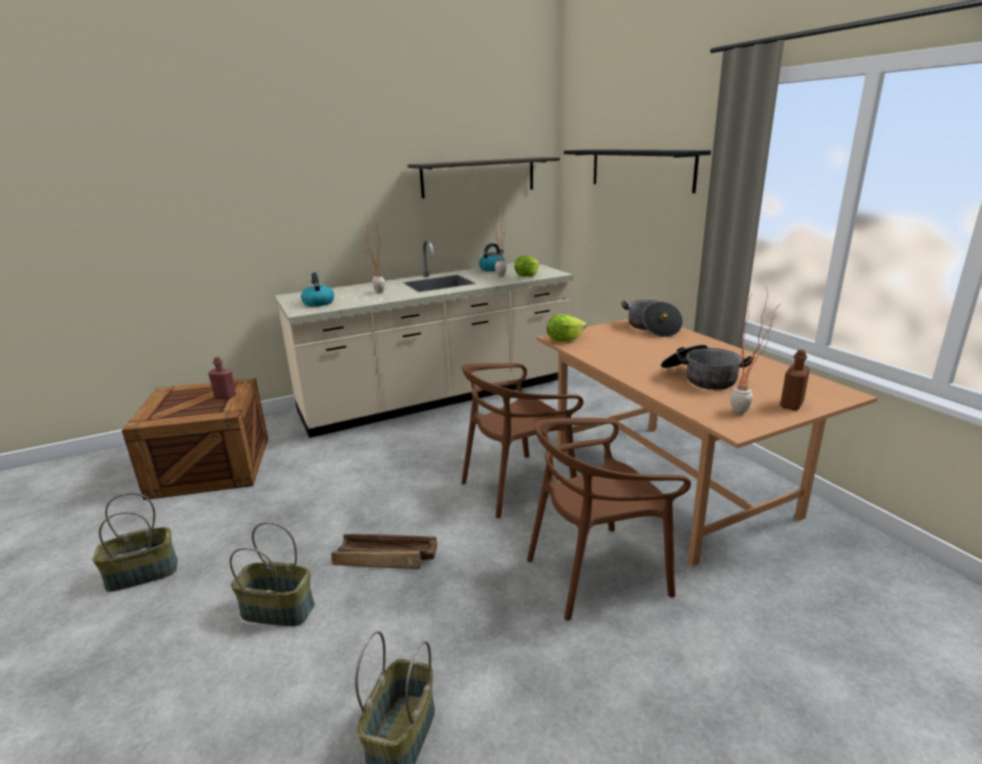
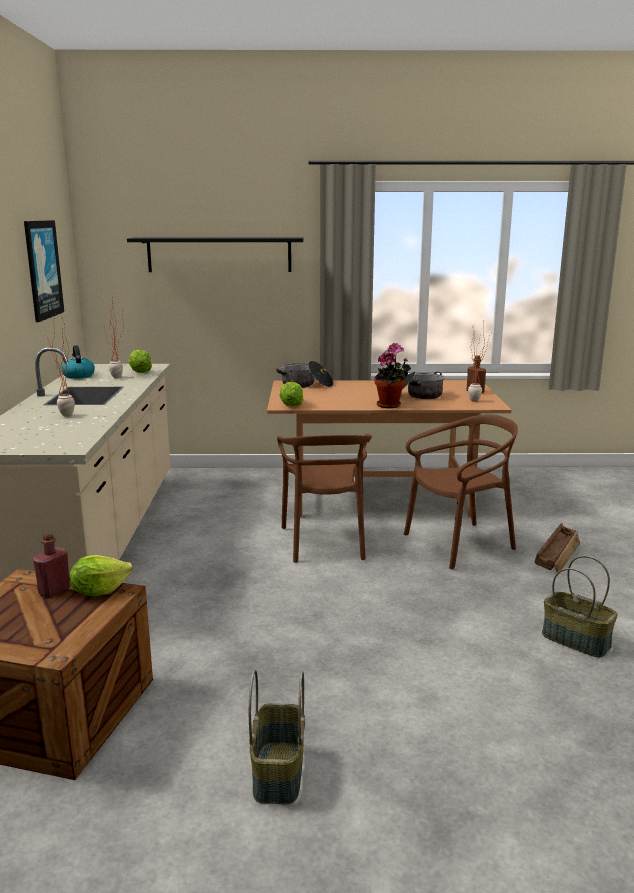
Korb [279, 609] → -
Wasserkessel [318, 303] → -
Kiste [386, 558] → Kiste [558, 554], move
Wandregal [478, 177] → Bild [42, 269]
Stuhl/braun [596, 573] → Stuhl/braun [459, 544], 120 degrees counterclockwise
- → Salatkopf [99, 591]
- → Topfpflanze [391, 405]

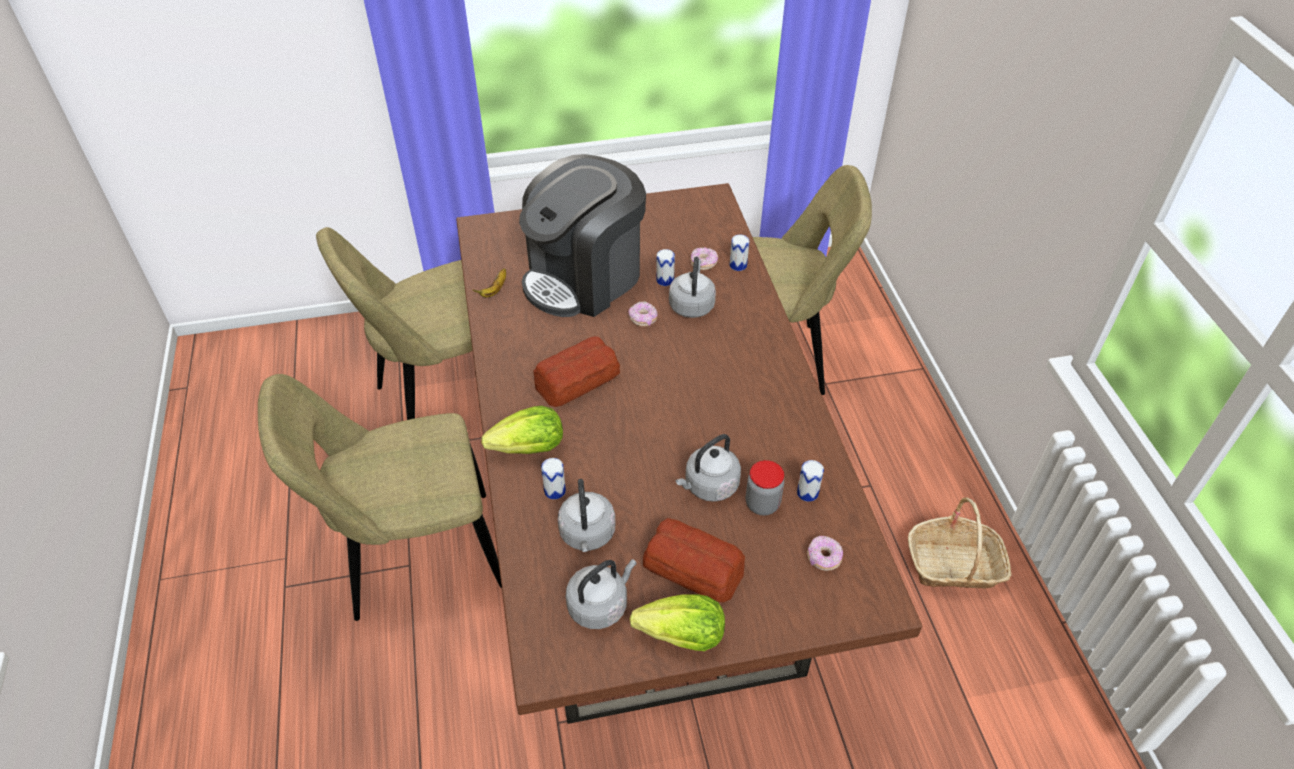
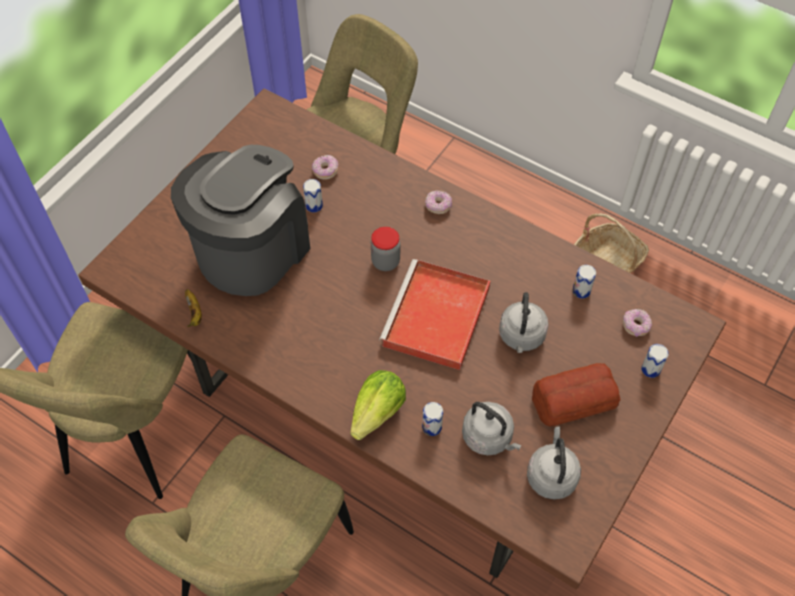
Kaffeemaschine [584, 277] → Kaffeemaschine [252, 249], 150 degrees counterclockwise
Brot [578, 379] → -
Donut [643, 319] → Donut [438, 206], move
Salatkopf [682, 636] → -
Wasserkessel/grau [692, 304] → -
Dose [738, 265] → Dose [650, 369], move
Vorratsglas [762, 504] → Vorratsglas [385, 261], move
- → Tablett/rot [436, 319]

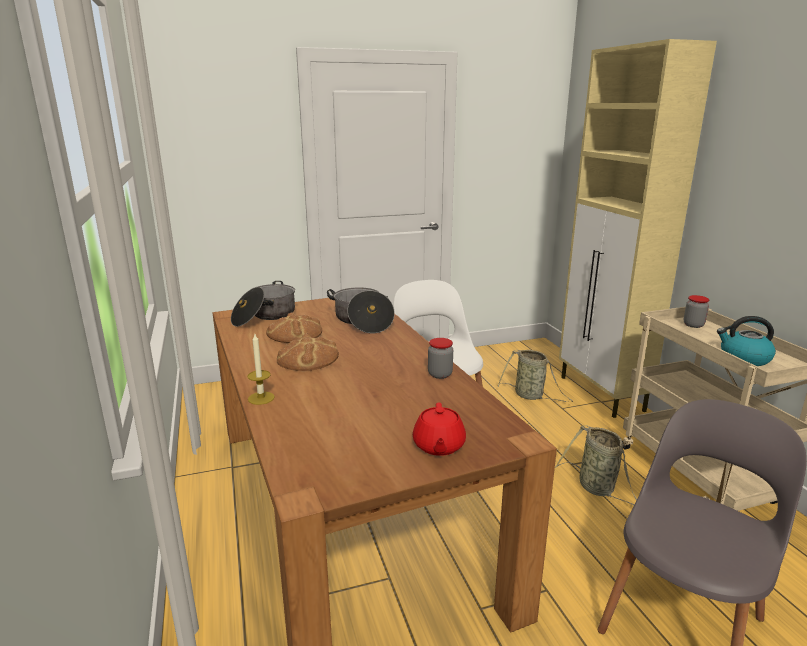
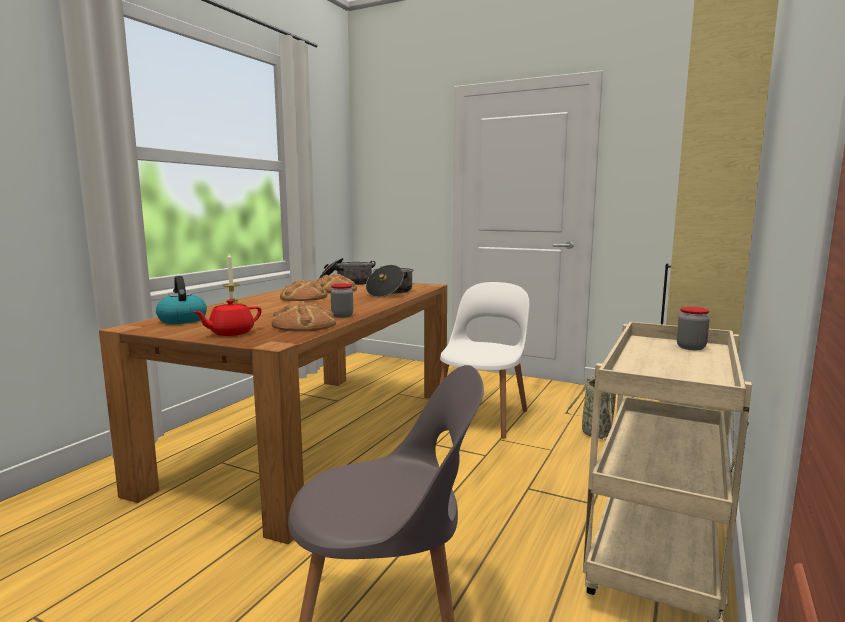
Korb [598, 489] → -
Wasserkessel [744, 358] → Wasserkessel [182, 320], move
- → Brot [304, 325]

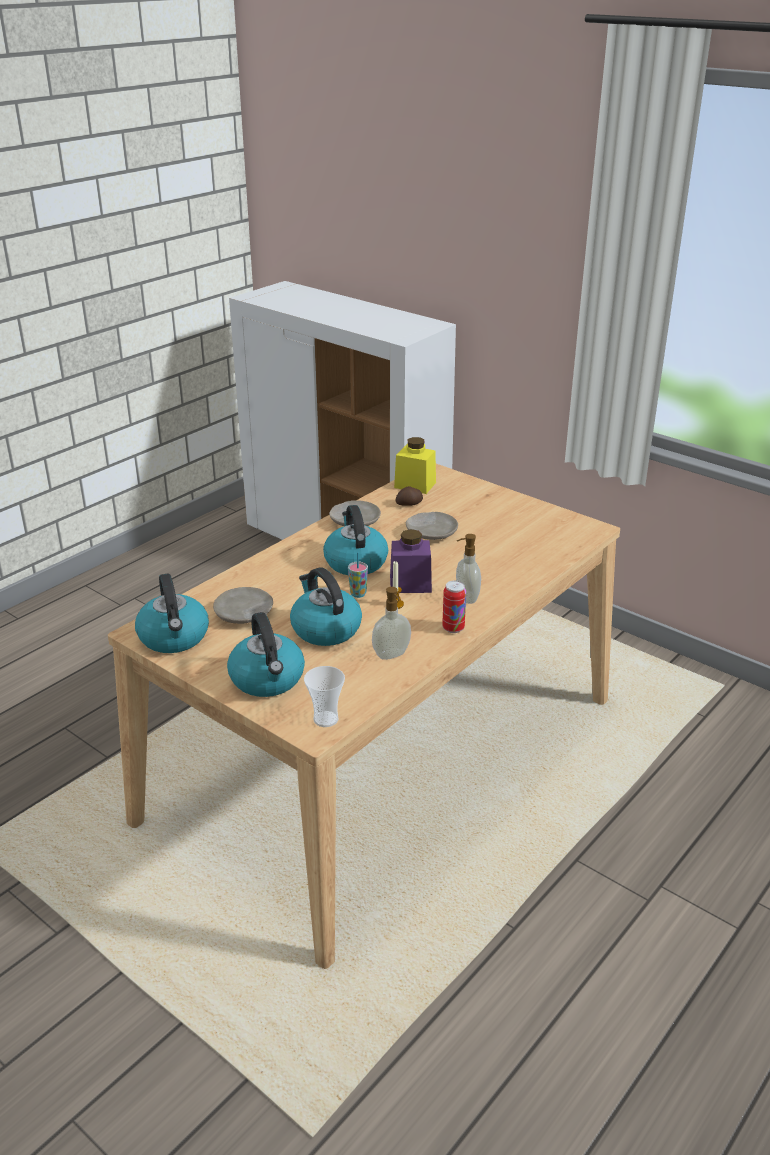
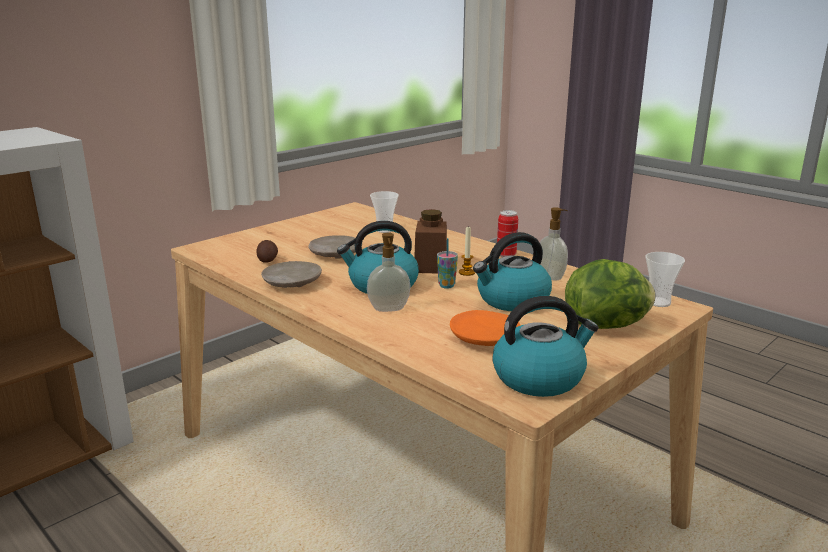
Teller/beige [244, 614] → Teller/orange [485, 338]
Wasserkessel [268, 679] → Salatkopf [607, 325]
Vorratsglas/lila [410, 584] → Vorratsglas/braun [430, 266]
Vorratsglas/gelb [415, 485] → -
Seifenspender [466, 598] → Seifenspender [389, 309], move
- → Tasse [384, 230]

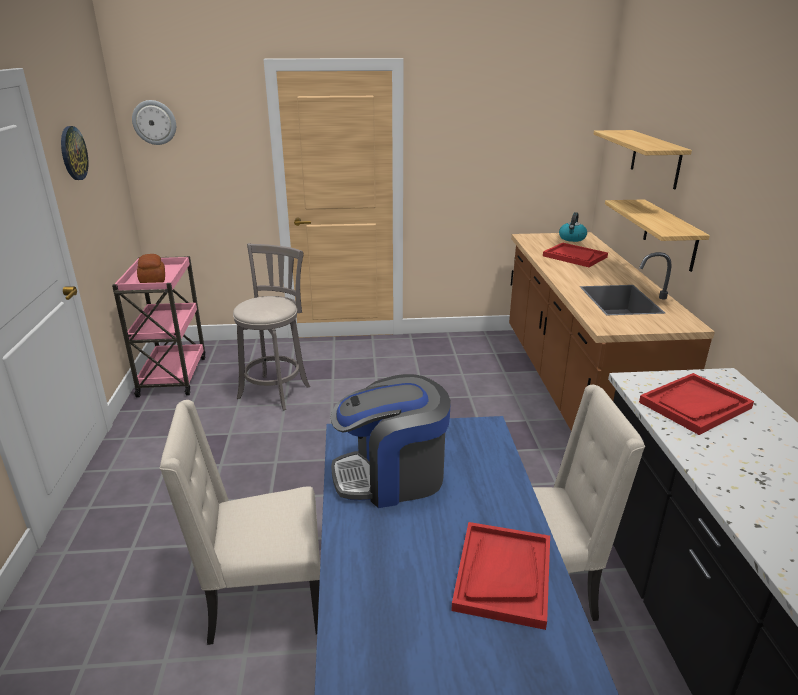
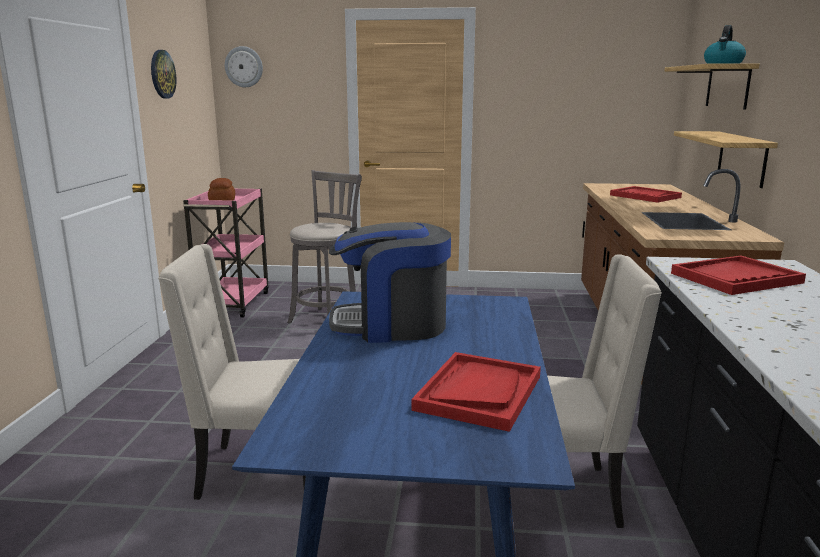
Wasserkessel [572, 238] → Wasserkessel [723, 63], move

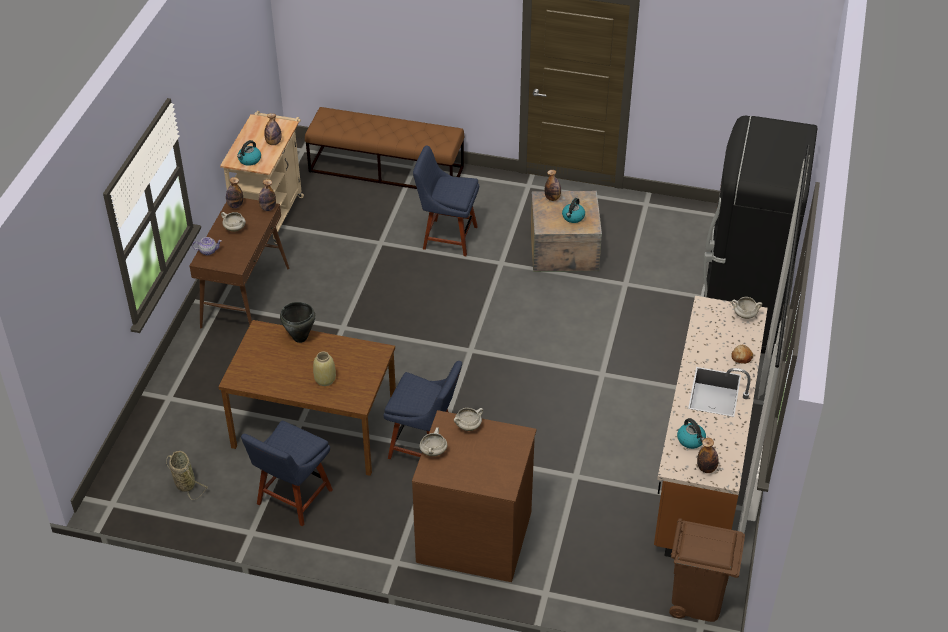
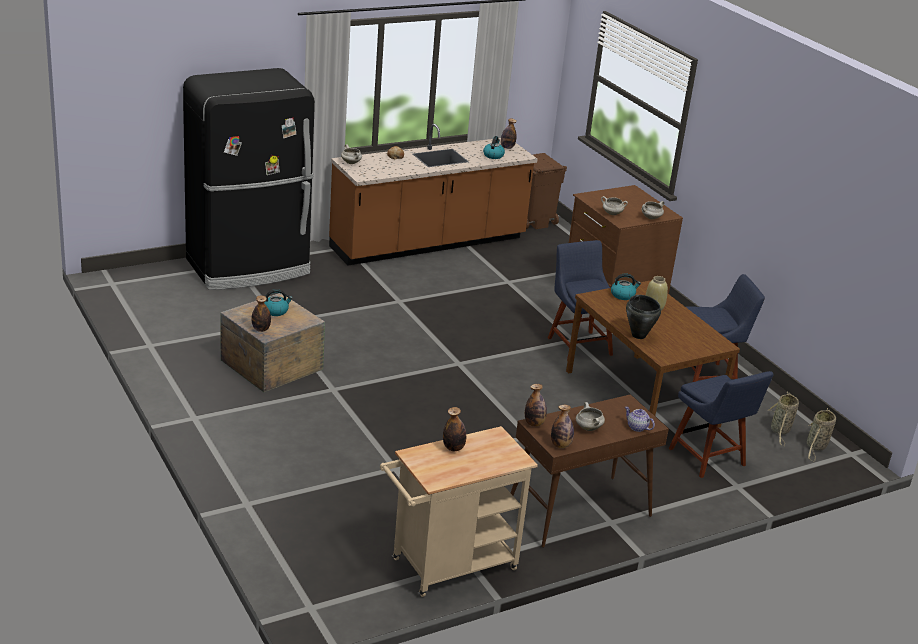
Wasserkessel [249, 160] → Wasserkessel [623, 295], move
Bank/braun [386, 169] → -
Stuhl/blau [447, 237] → Stuhl/blau [709, 459], move
- → Korb [816, 447]

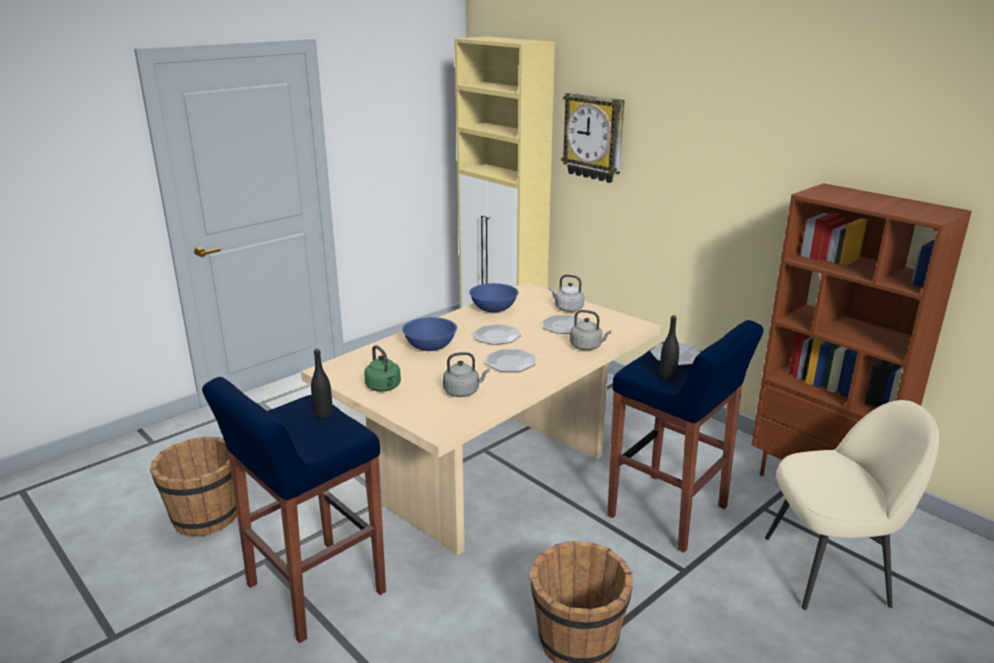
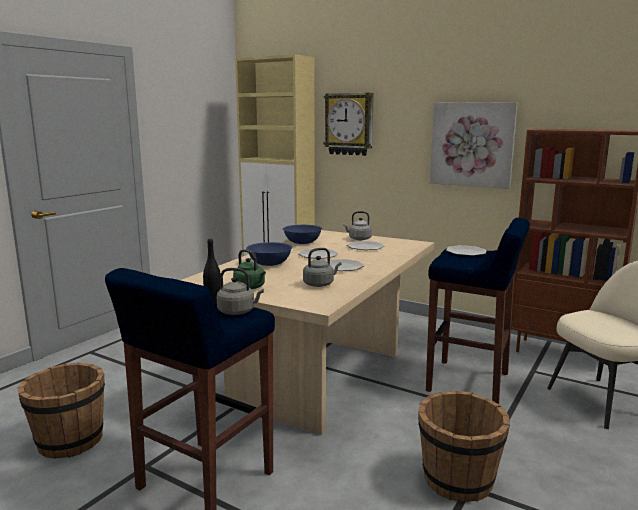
Wasserkessel/grau [587, 346] → Wasserkessel/grau [238, 311], move
Flasche/schwarz [667, 376] → -
- → Bild [472, 144]

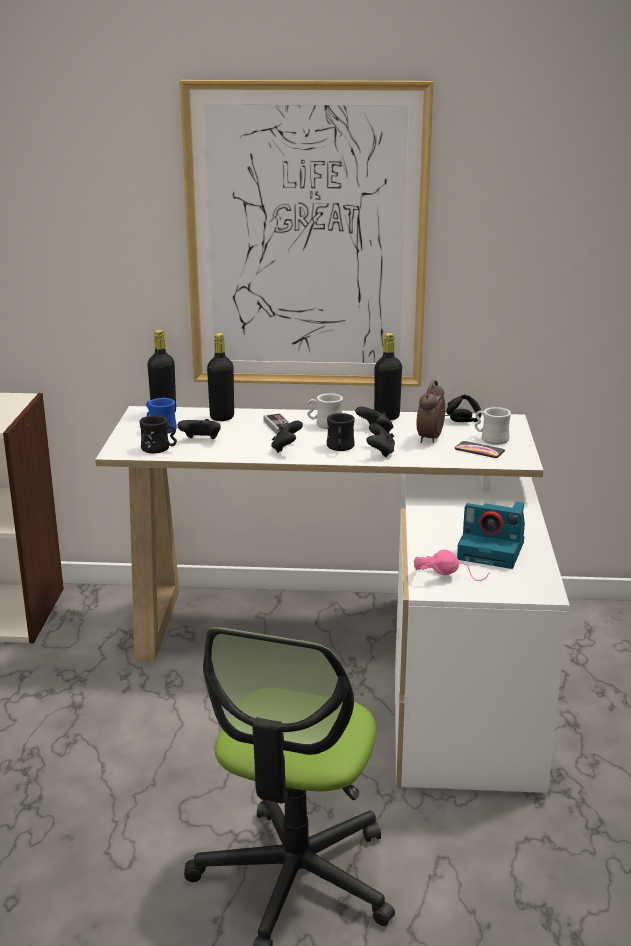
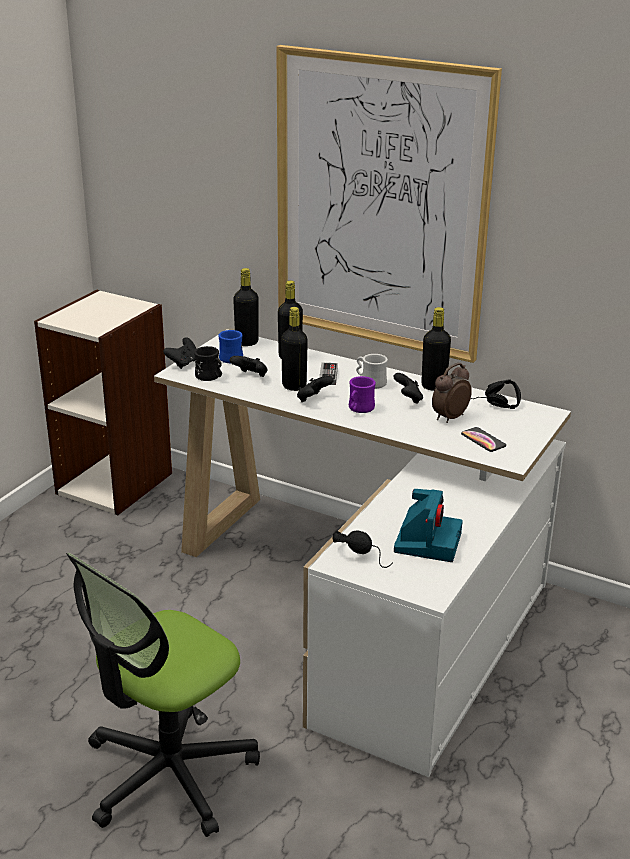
Henkelbecher/schwarz [340, 448] → Henkelbecher/lila [359, 409]
Gamepad/schwarz [380, 452] → Gamepad/schwarz [183, 363], move
Kopfhörer/rosa [449, 575] → Kopfhörer/schwarz [365, 555]
Kamera [493, 550] → Kamera [427, 541], 120 degrees counterclockwise
Henkelbecher/weiß [490, 439] → -
- → Flasche/schwarz [294, 386]

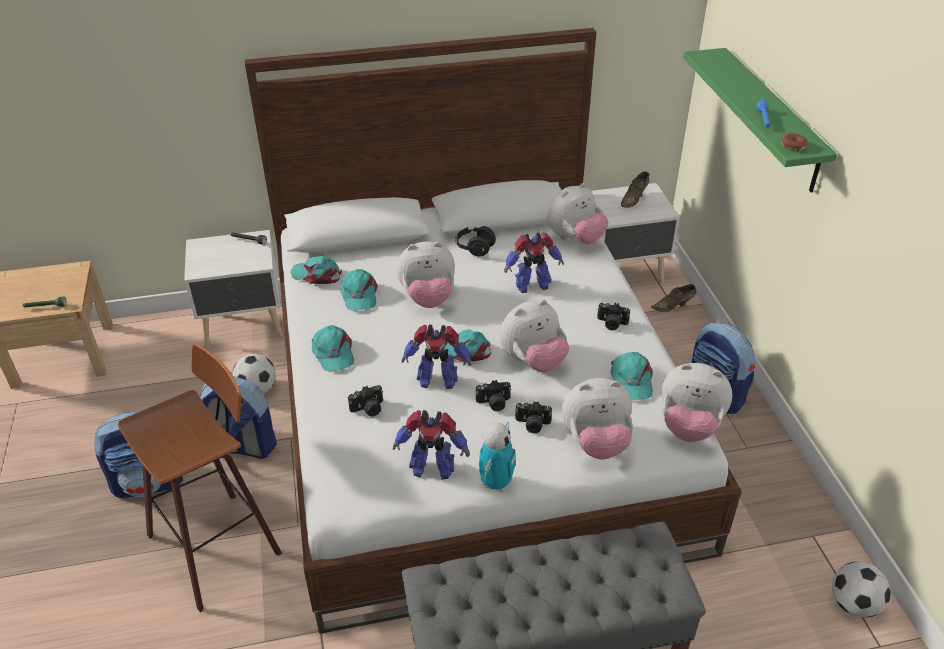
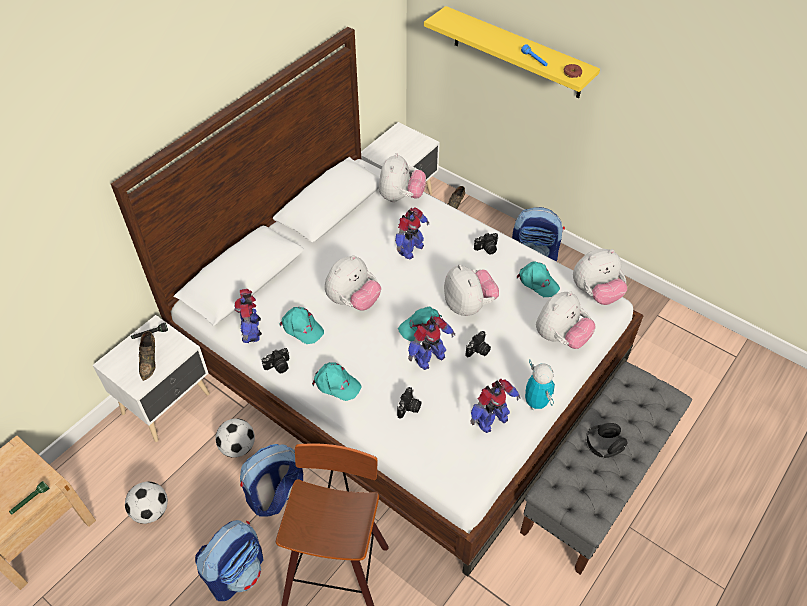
Kappe/türkis [316, 275] → Spielzeugroboter [252, 331]
Kopfhörer/schwarz [474, 248] → Kopfhörer/schwarz [603, 446], move
Plüschtier [533, 361] → Plüschtier [469, 305], 45 degrees counterclockwise
Kamera [532, 424] → Kamera [278, 366], move
Schuh/braun [634, 199] → Schuh/braun [149, 361], move
Wandregal/grün [770, 119] → Wandregal/gelb [517, 53]
Fußball [853, 603] → Fußball [151, 511], move

